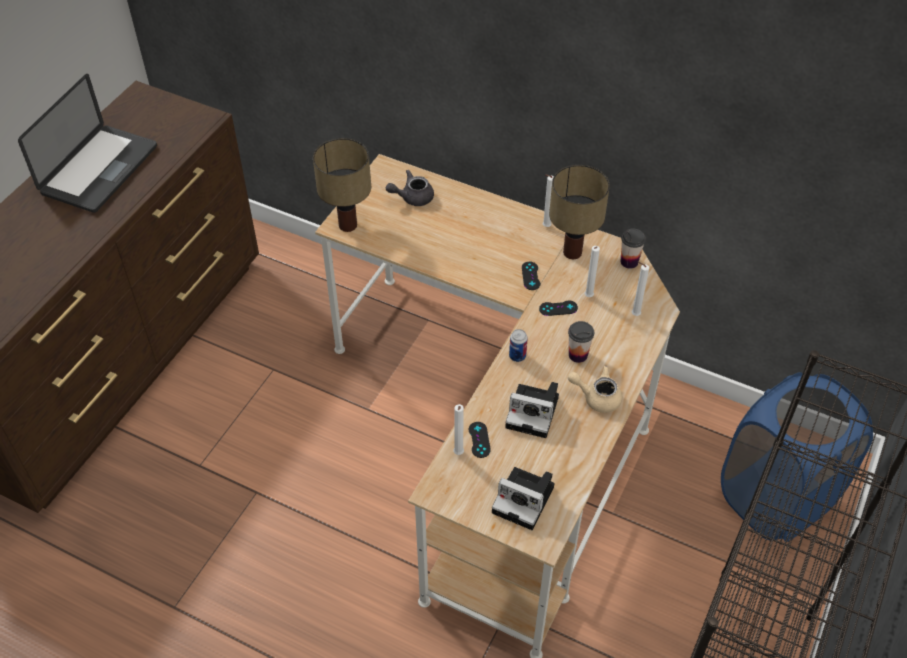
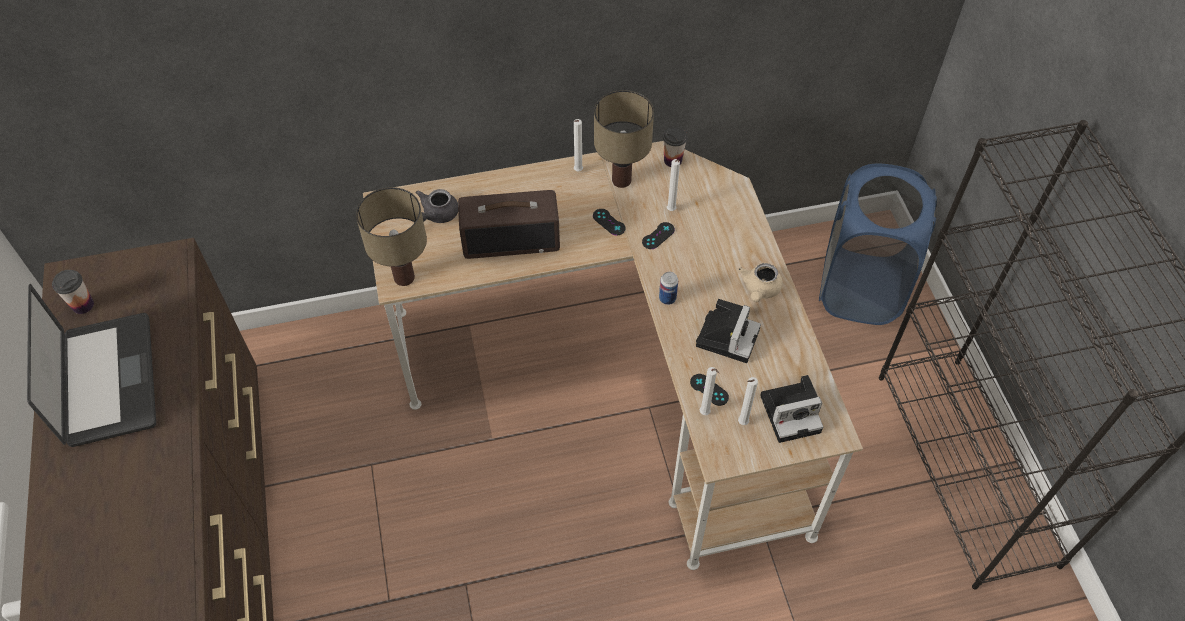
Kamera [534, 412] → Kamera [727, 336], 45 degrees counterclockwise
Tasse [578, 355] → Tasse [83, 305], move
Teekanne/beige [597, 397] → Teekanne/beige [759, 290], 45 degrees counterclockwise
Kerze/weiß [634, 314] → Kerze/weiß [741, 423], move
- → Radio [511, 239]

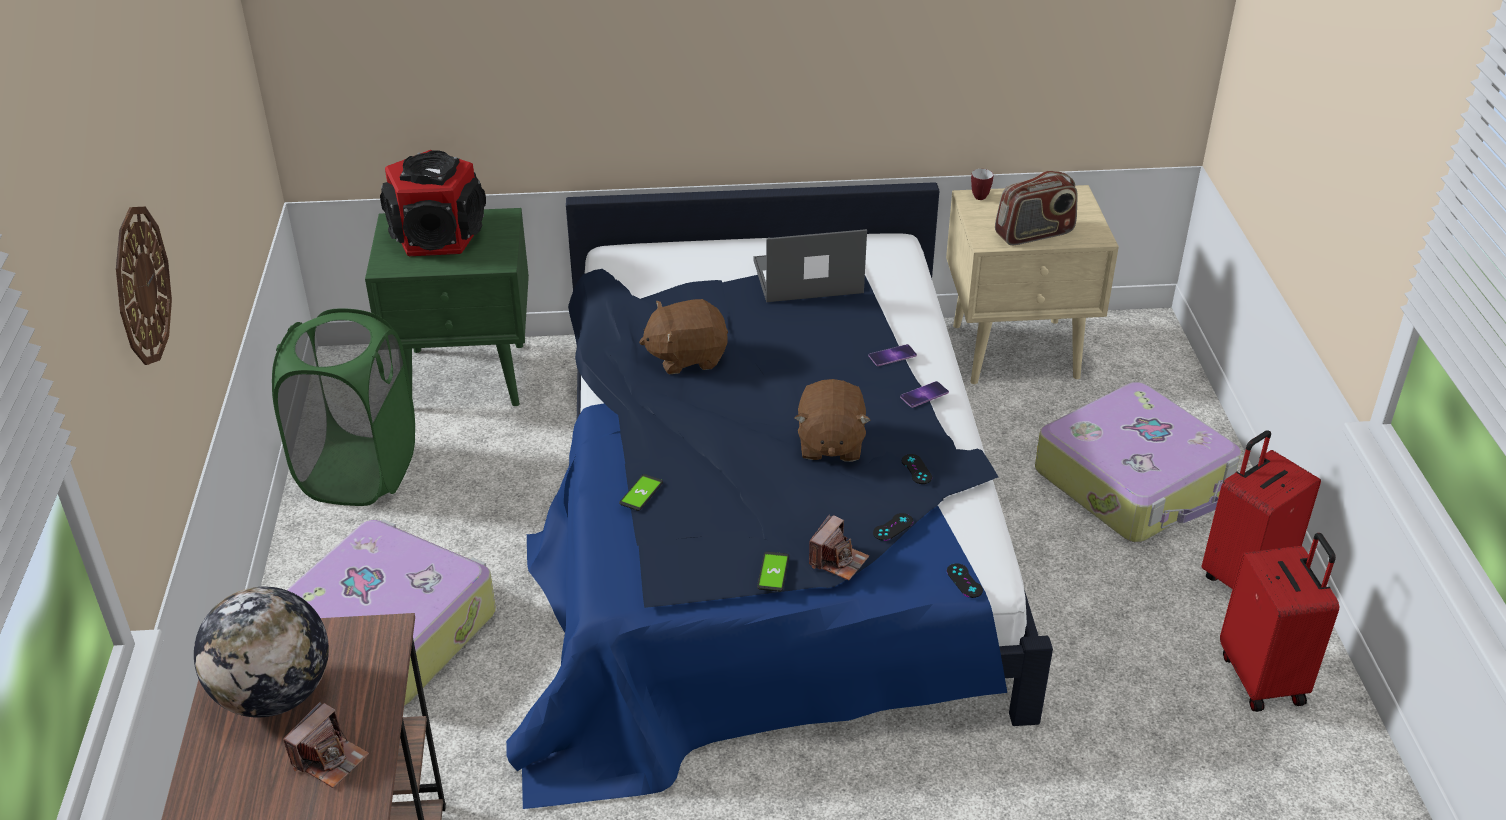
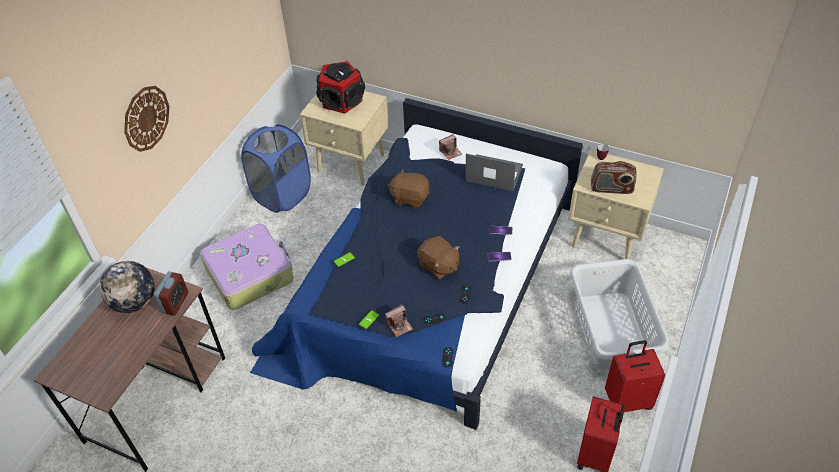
Wäschekorb/grün [359, 471] → Wäschekorb/blau [282, 195]
Kamera [330, 759] → Kamera [450, 152], move
Nachttisch/grün [467, 377] → Nachttisch/beige [351, 163]
Plüschtier/braun [830, 444] → Plüschtier/braun [438, 266], 75 degrees counterclockwise
Koffer [1134, 481] → Wäschekorb/grau [612, 329]
- → Wecker [175, 303]

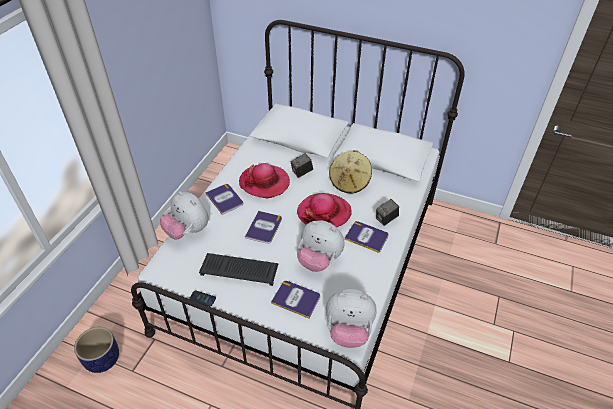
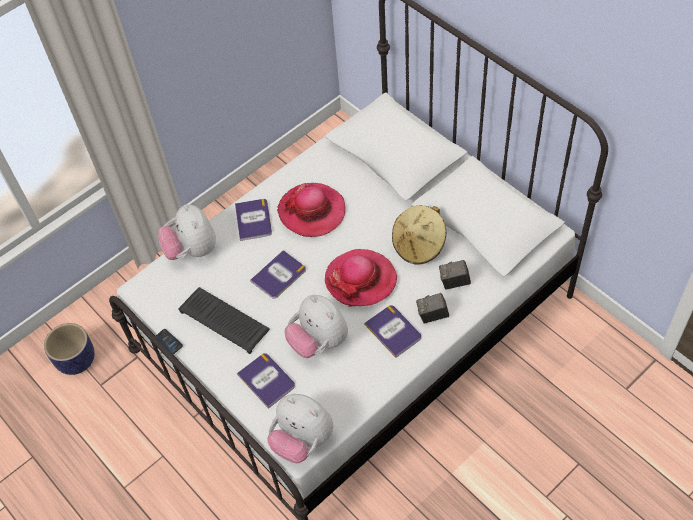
Kamera [302, 172] → Kamera [454, 282], move

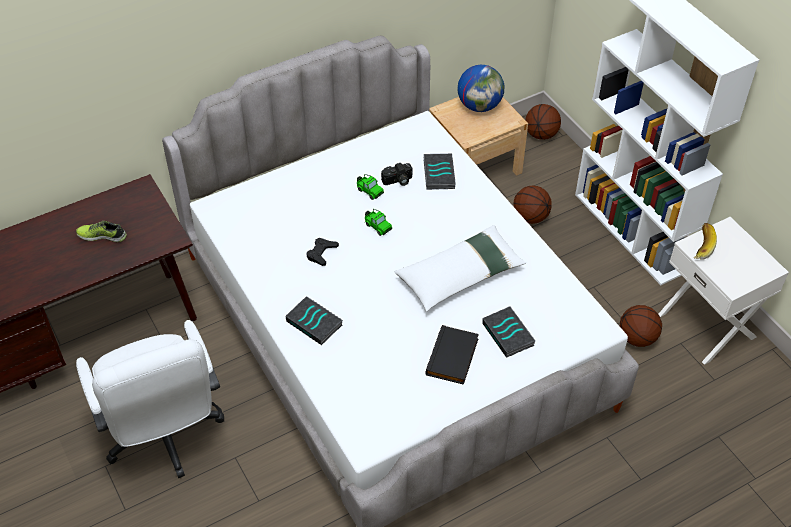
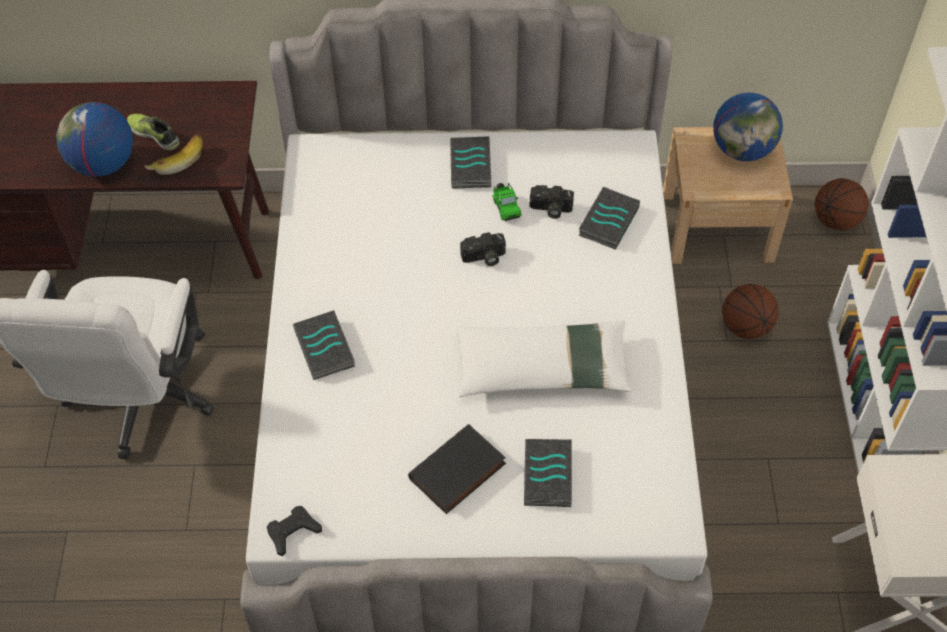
Gamepad/schwarz [321, 253] → Gamepad/schwarz [293, 532], move
Spielzeugauto [377, 226] → Kamera [484, 258]
Basketball [637, 338] → -
Banane [700, 246] → Banane [177, 159], move
- → Globus [103, 164]
- → Buch [472, 167]

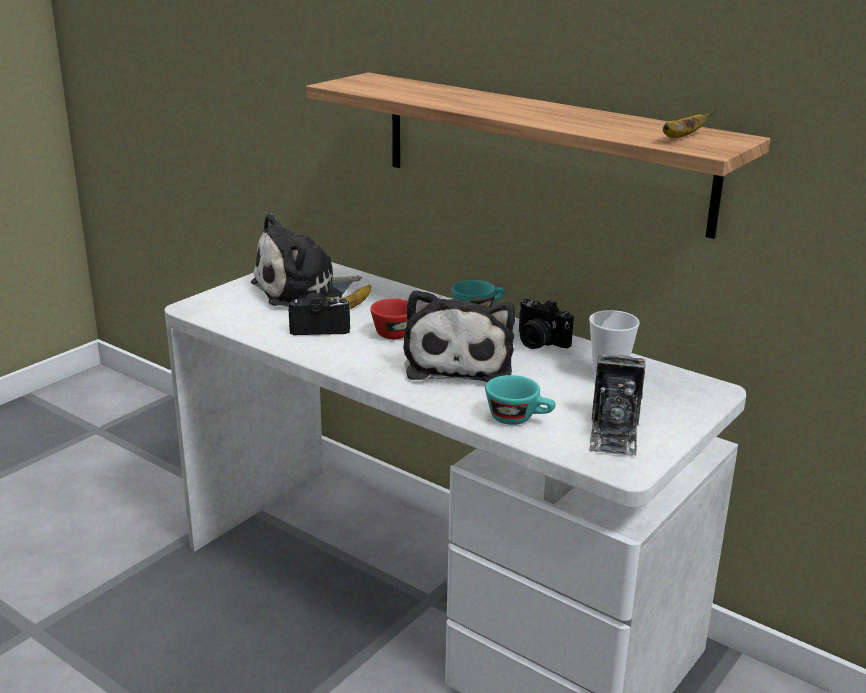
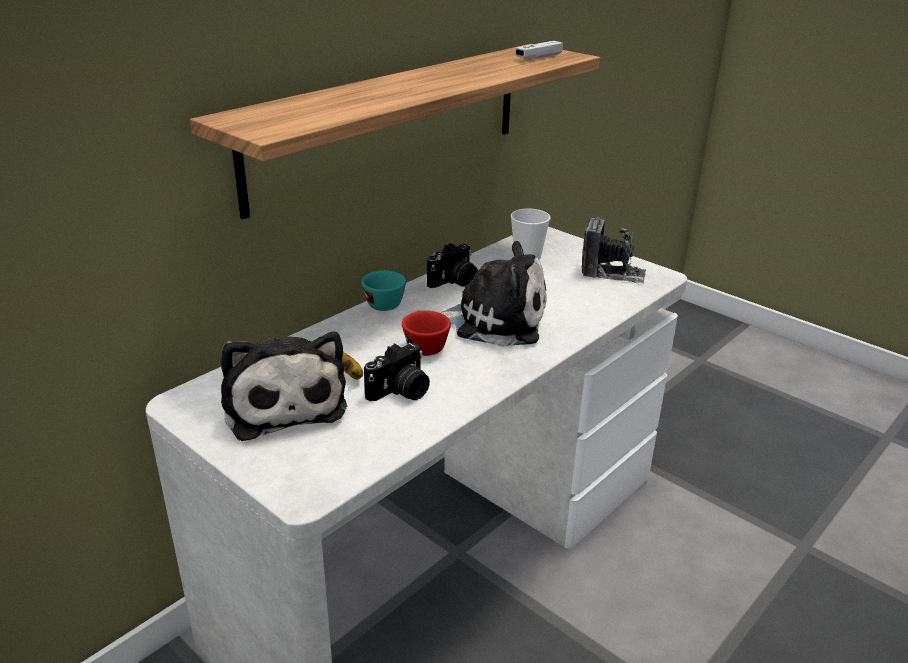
Kamera [320, 328] → Kamera [401, 392], 135 degrees counterclockwise
Tasse/türkis [519, 419] → -
Banane [681, 138] → Gamepad/weiß [538, 57]

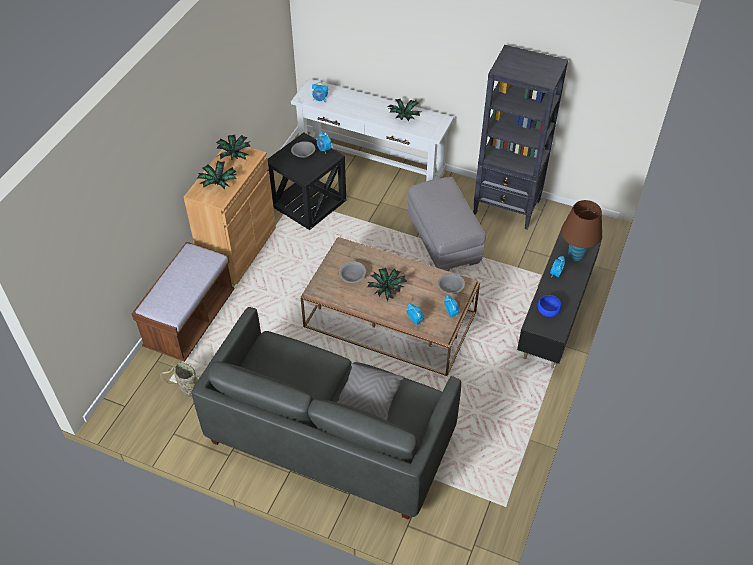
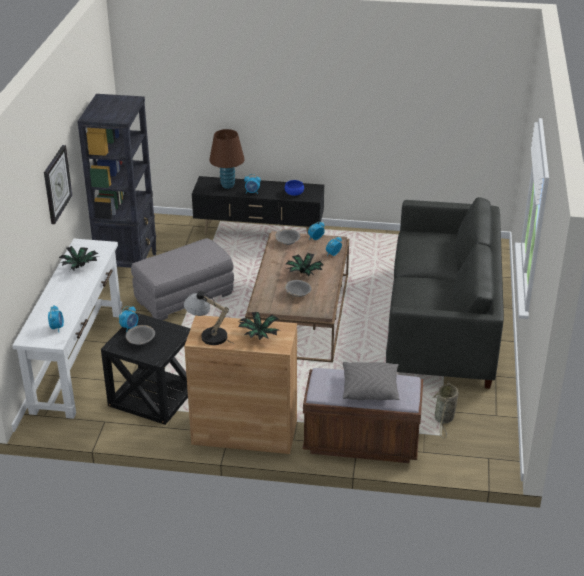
Topfpflanze [234, 154] → Tischlampe [207, 335]
Kissen/grau [369, 398] → Kissen/grau [370, 389], move
- → Wanduhr [56, 184]

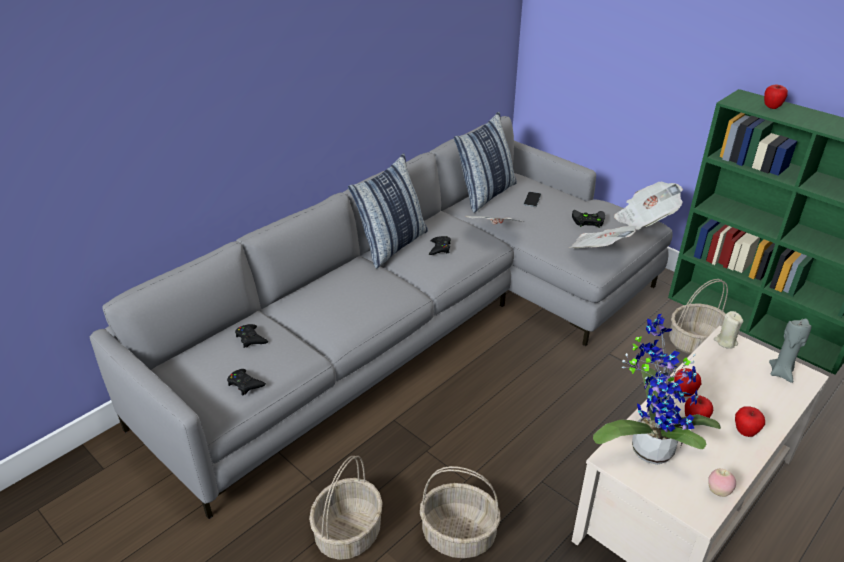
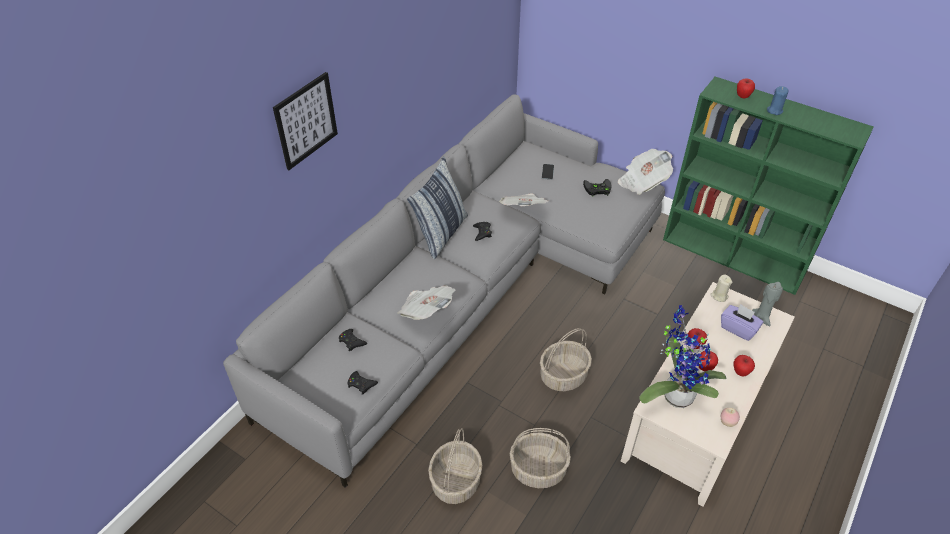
Kissen [485, 194] → -
Zeitung [599, 251] → Zeitung [426, 311], move
Korb [694, 342] → Korb [563, 375], move
- → Bild [306, 121]
- → Taschentuchbox/lila [738, 328]
- → Kerze/blau [774, 110]

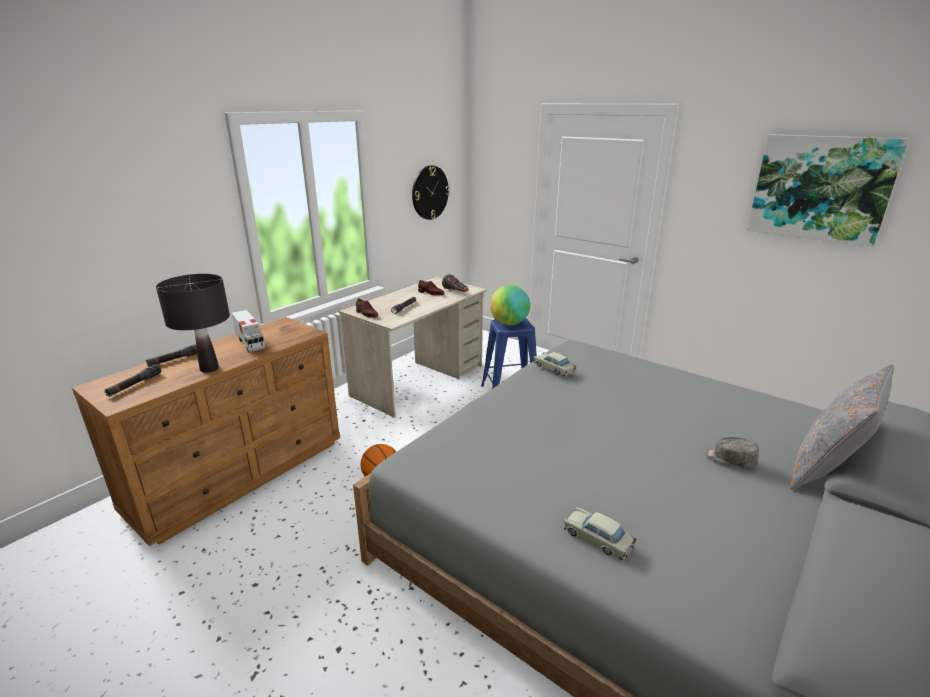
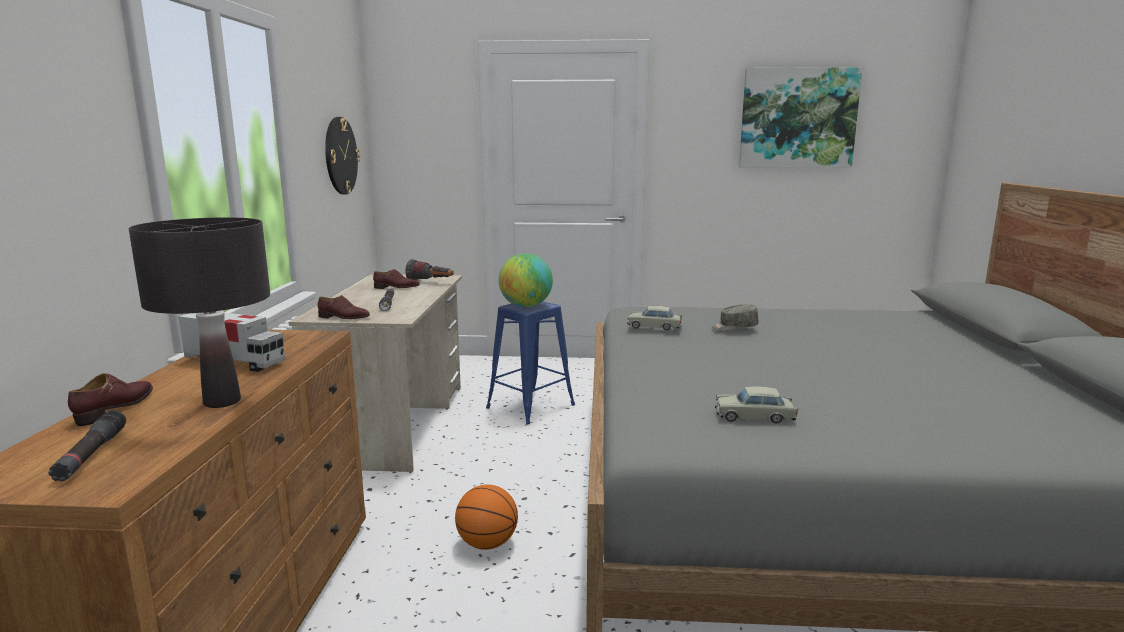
Taschenlampe/schwarz [175, 359] → Schuh/braun [116, 408]
Spielzeugauto/beige [597, 539] → Spielzeugauto/beige [754, 417], move
Kappe/grau [729, 459] → Kappe/grau [734, 327], move
Kissen/grau [826, 470] → -

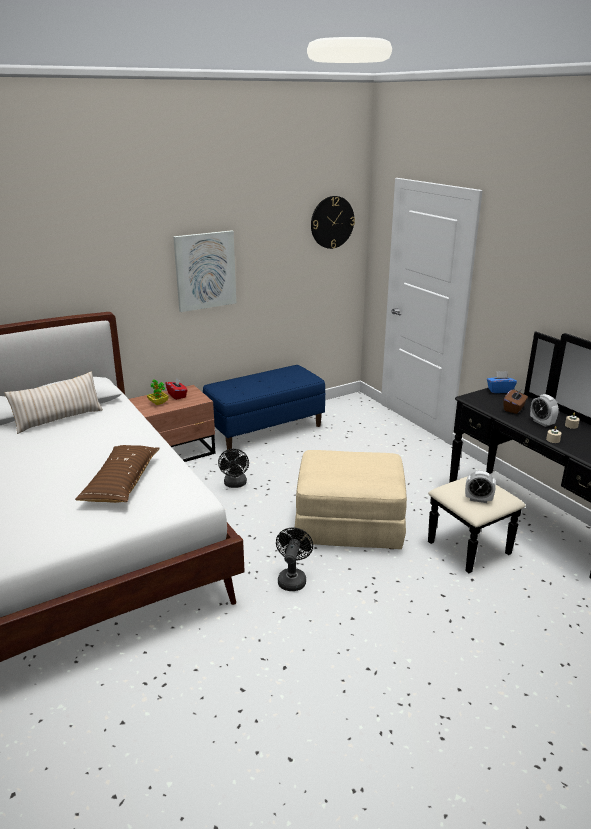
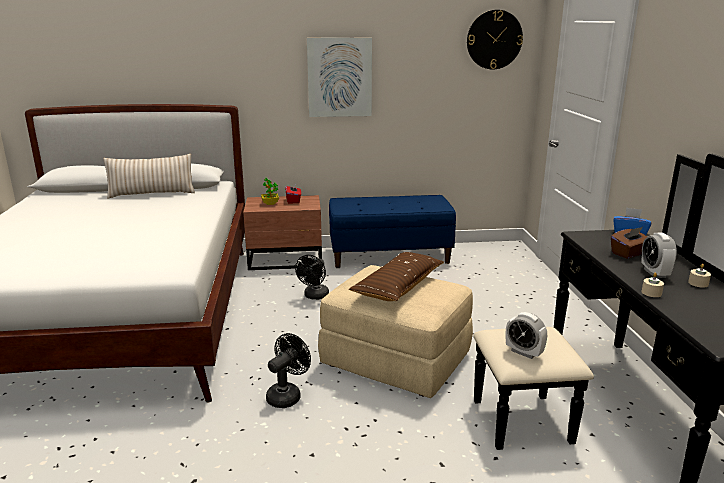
Kissen/braun [121, 482] → Kissen/braun [398, 286], move

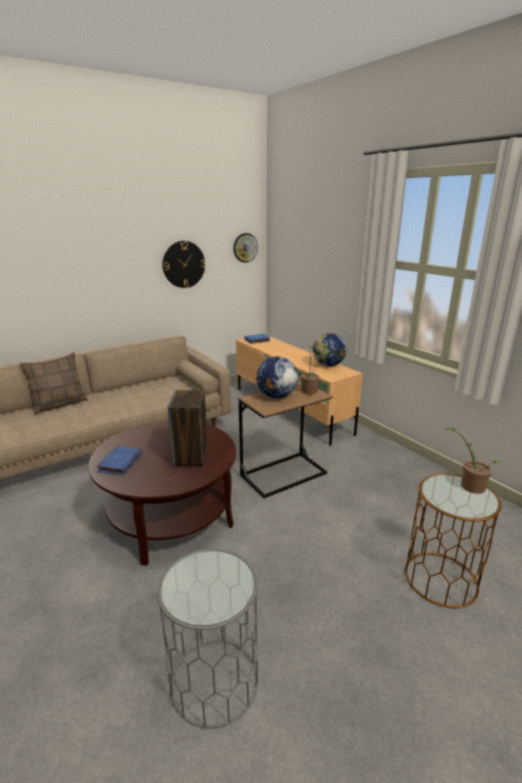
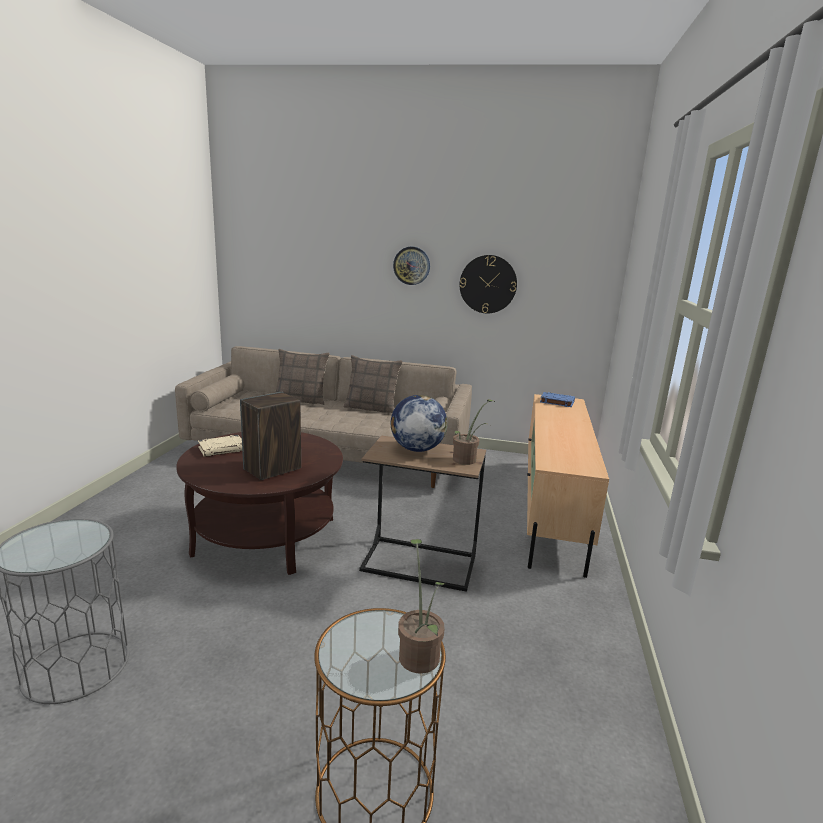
Buch/blau [120, 463] → Buch/beige [222, 449]
Wanduhr [245, 247] → Wanduhr [411, 265], move
Globus [328, 365] → -
- → Kissen [371, 408]

